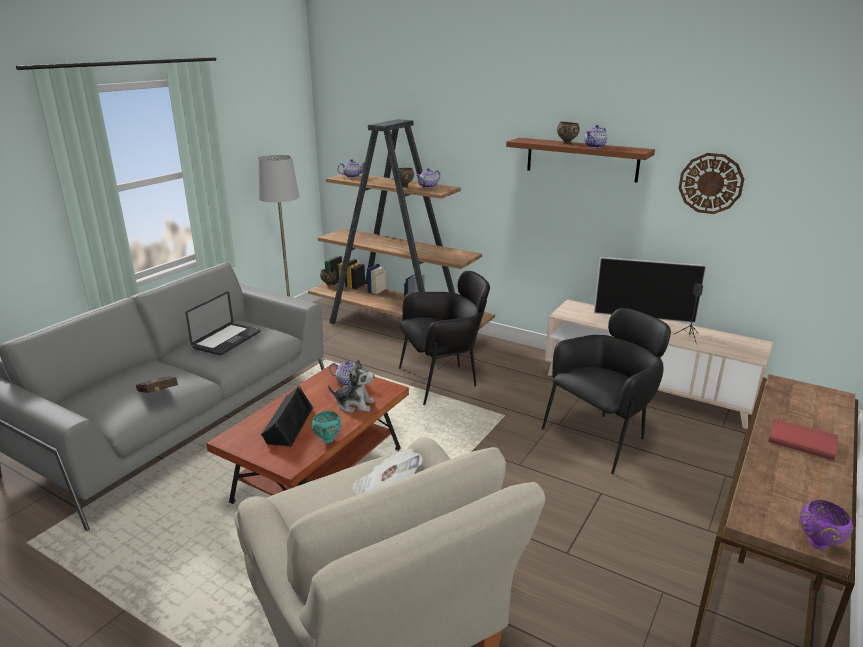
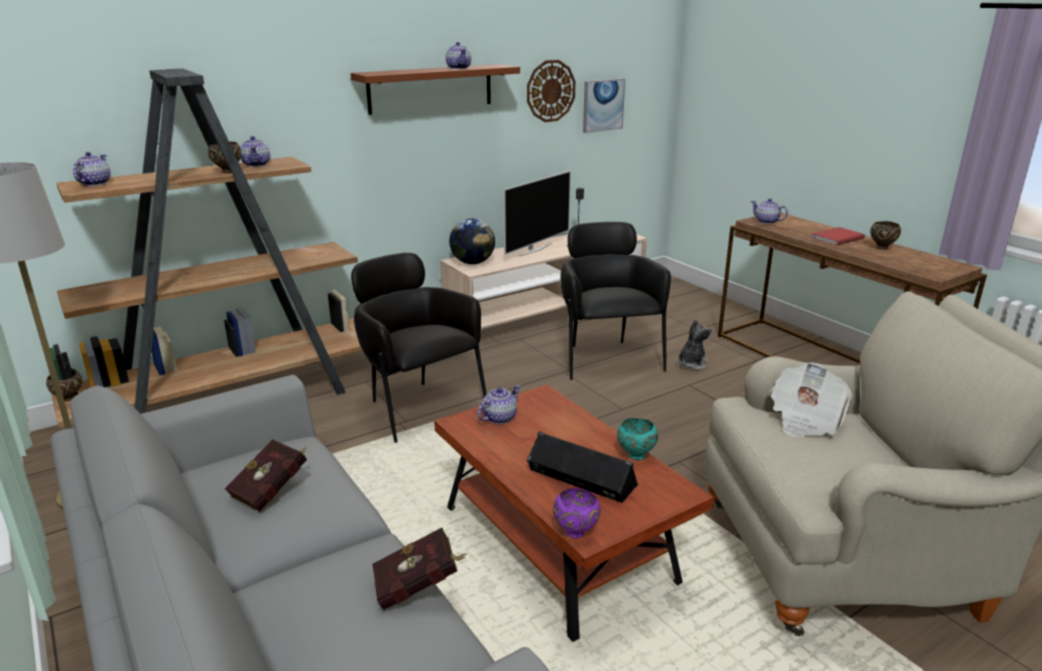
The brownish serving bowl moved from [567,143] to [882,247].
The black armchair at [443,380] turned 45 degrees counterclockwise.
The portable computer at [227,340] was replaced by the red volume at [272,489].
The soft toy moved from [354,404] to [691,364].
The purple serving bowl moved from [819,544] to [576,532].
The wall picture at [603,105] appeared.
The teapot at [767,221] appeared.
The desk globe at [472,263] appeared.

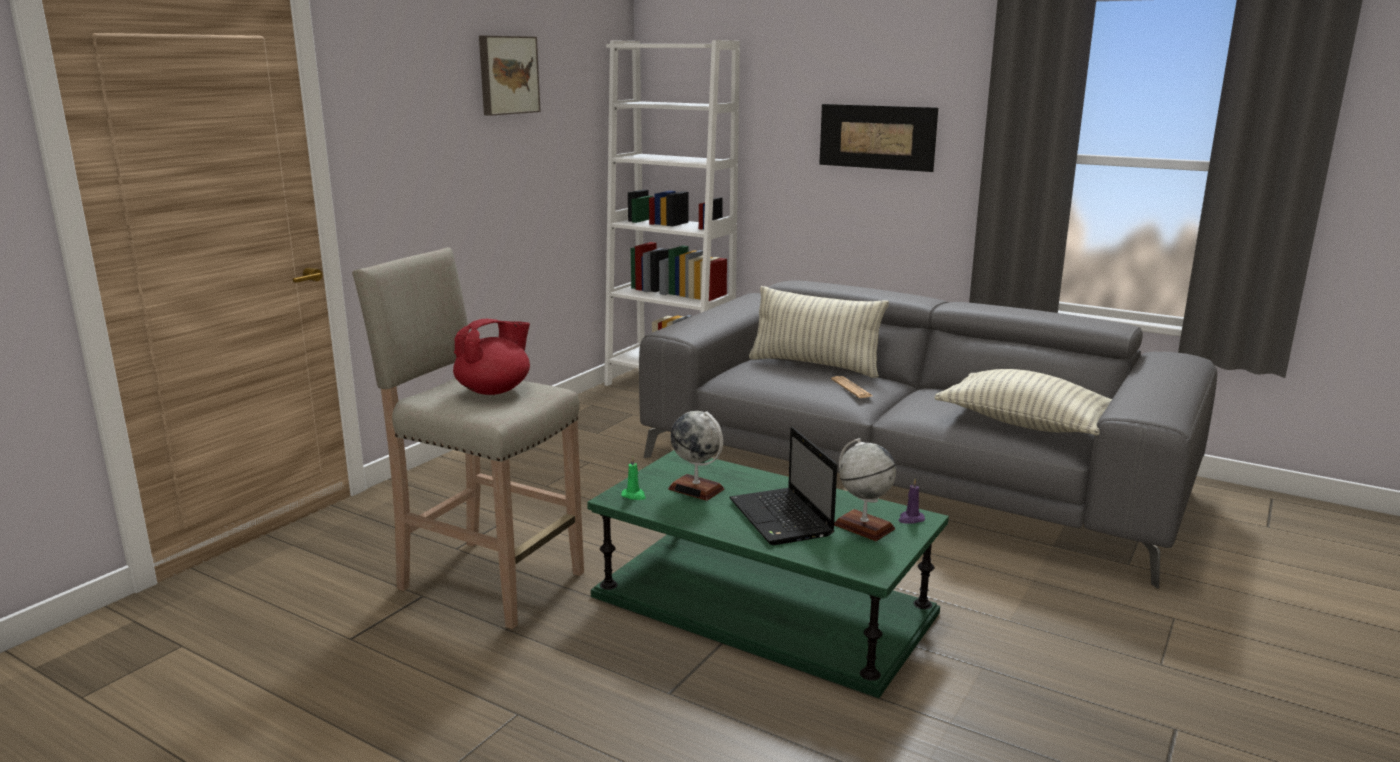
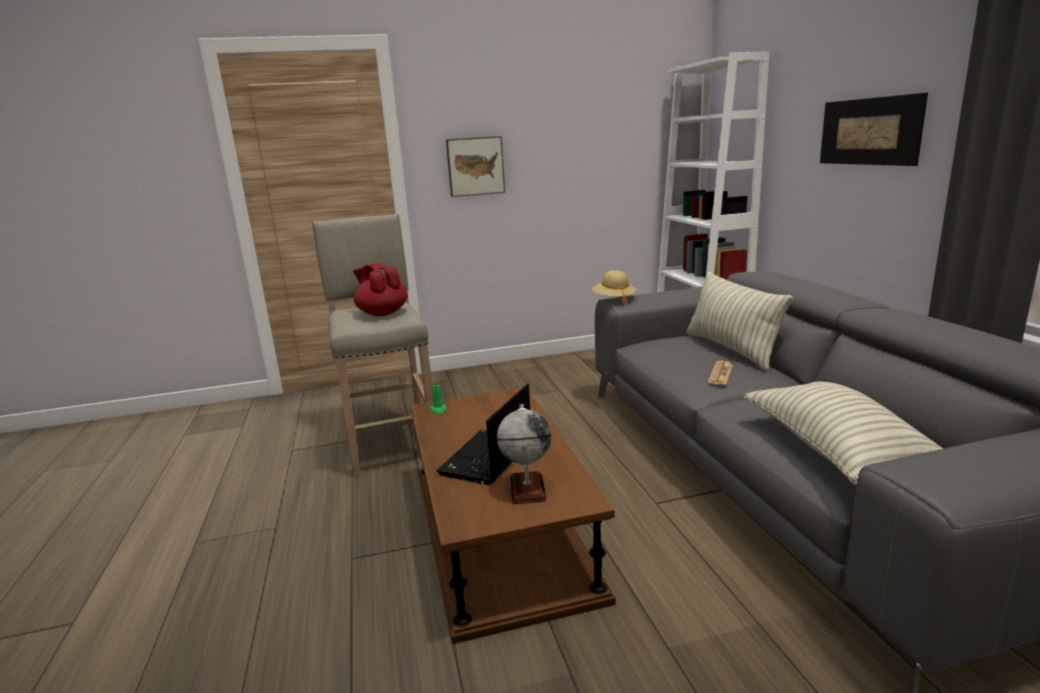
The wall picture moved from [507,75] to [475,166].
The red teapot at [495,390] turned 135 degrees counterclockwise.
The desk globe at [696,489] disappeared.
The green coffee table at [764,605] became the brownish coffee table at [501,529].
The purple candle at [910,519] disappeared.
The beige clothing hat at [613,300] appeared.

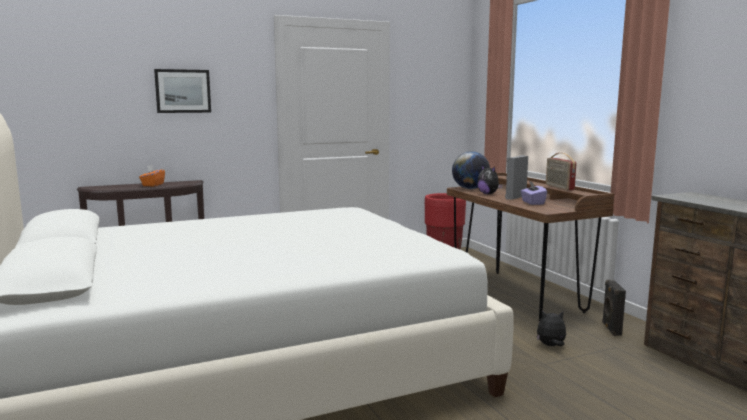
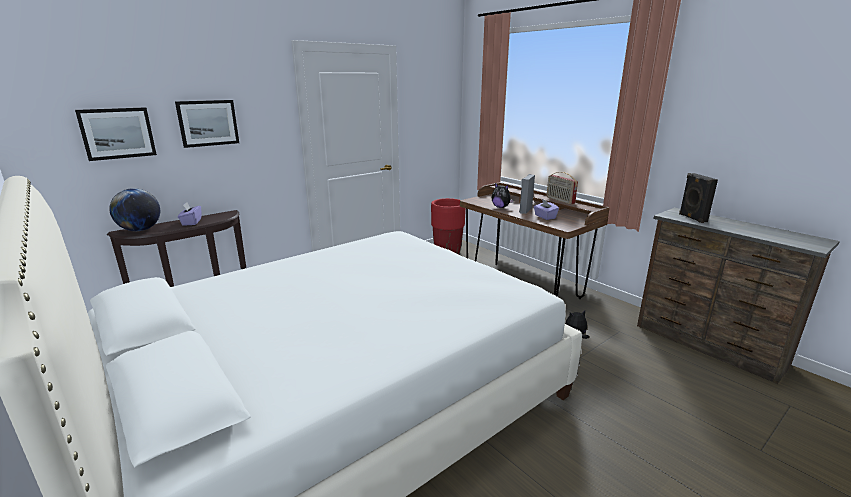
The desk globe moved from [470,189] to [140,230].
The orangey tissue box at [153,185] became the purple tissue box at [191,222].
The black audio speaker moved from [610,329] to [692,218].
The wall picture at [117,133] appeared.

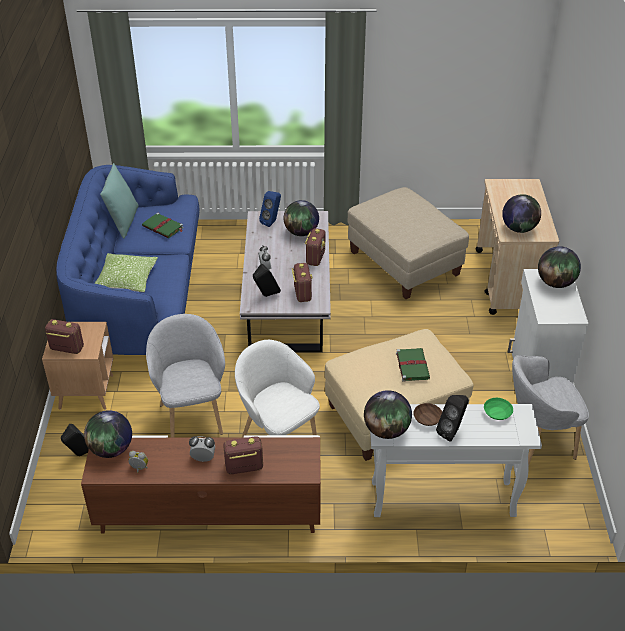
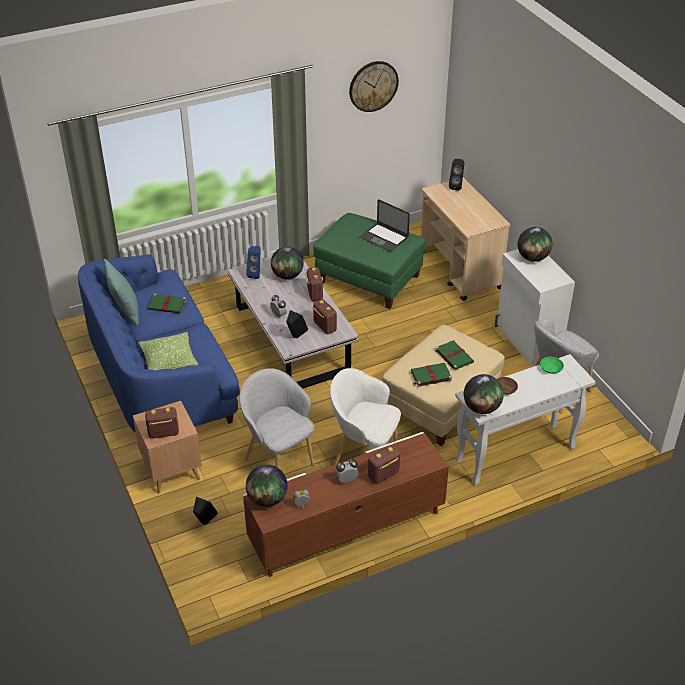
The beige pouffe at [404,264] became the green pouffe at [369,280].
The desk globe at [518,228] disappeared.
The black audio speaker moved from [452,431] to [456,186].
The wall clock at [373,86] appeared.
The portable computer at [384,237] appeared.
The green volume at [430,376] appeared.

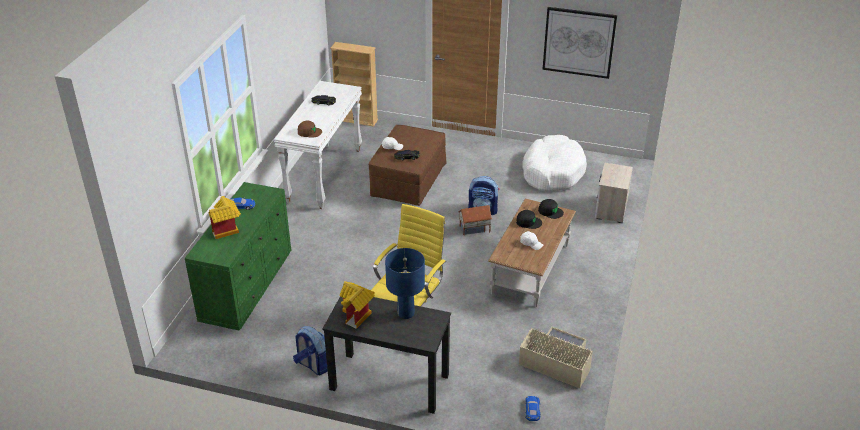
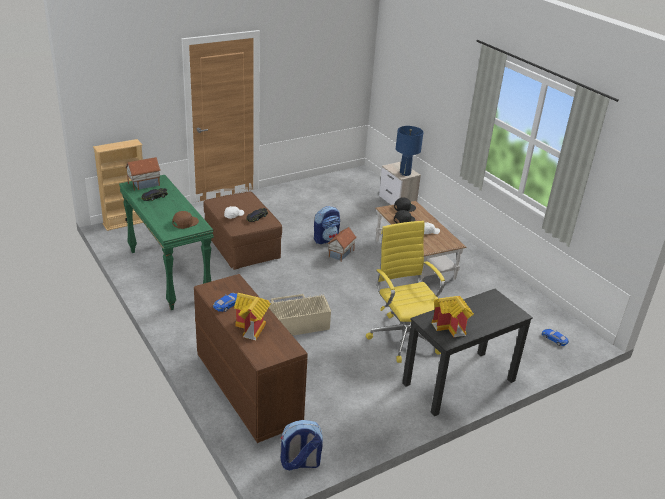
The wall picture at [579,42] disappeared.
The white-coloured hall table at [324,175] became the green hall table at [168,274].
The white-coloured pet bed at [552,172] disappeared.
The green chest of drawers at [247,286] became the brownish chest of drawers at [247,389].
The blue lamp for a table moved from [406,313] to [405,173].
The backpack moved from [312,365] to [300,463].
The beige storage container moved from [556,362] to [294,322].
The toy house at [143,184] appeared.

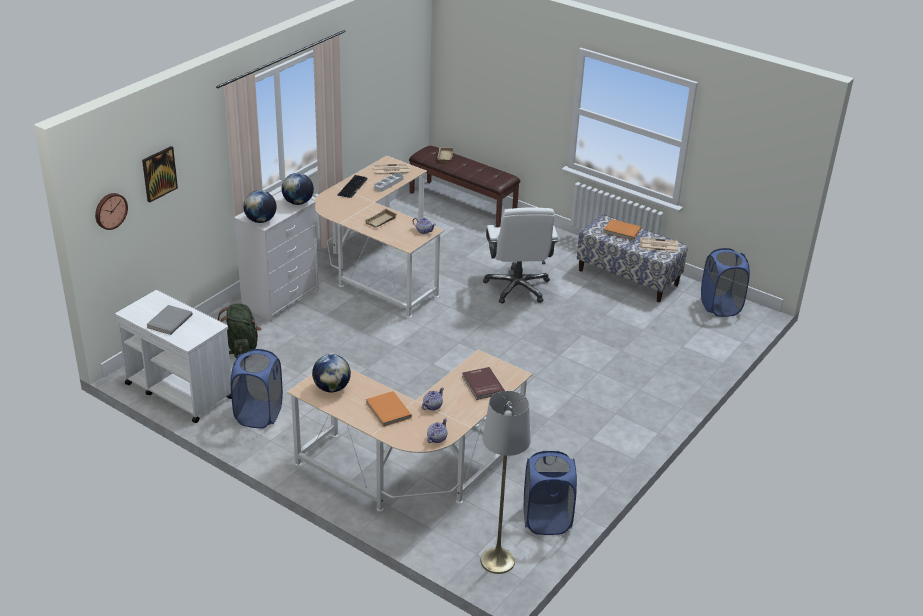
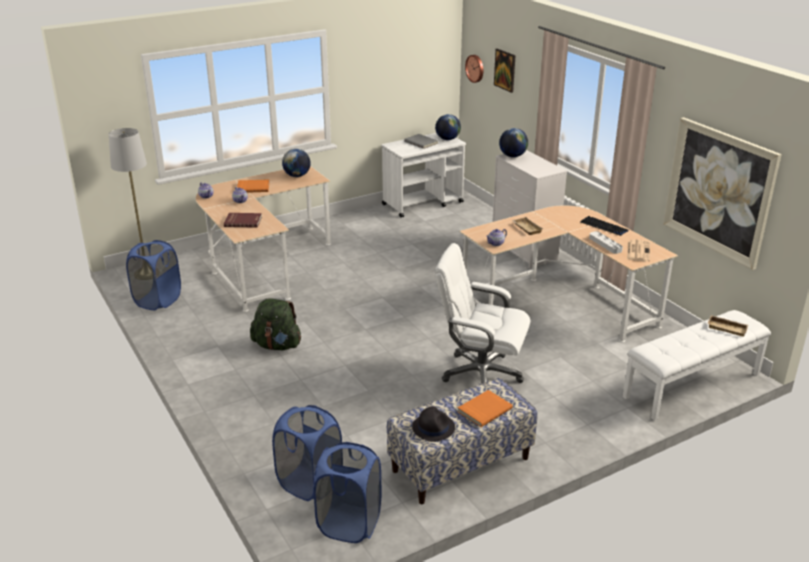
The brownish indoor bench at [463,203] became the white-coloured indoor bench at [692,386].
The desk globe moved from [298,202] to [447,139].
The newspaper at [658,245] was replaced by the black clothing hat at [433,427].
The green backpack moved from [241,349] to [277,345].
The blue laundry basket moved from [259,414] to [310,483].
The wall picture at [719,191] appeared.

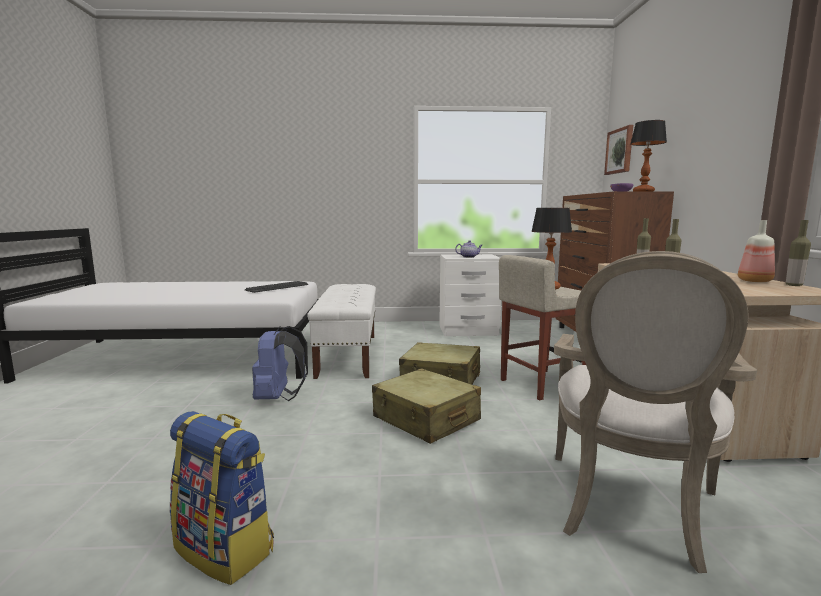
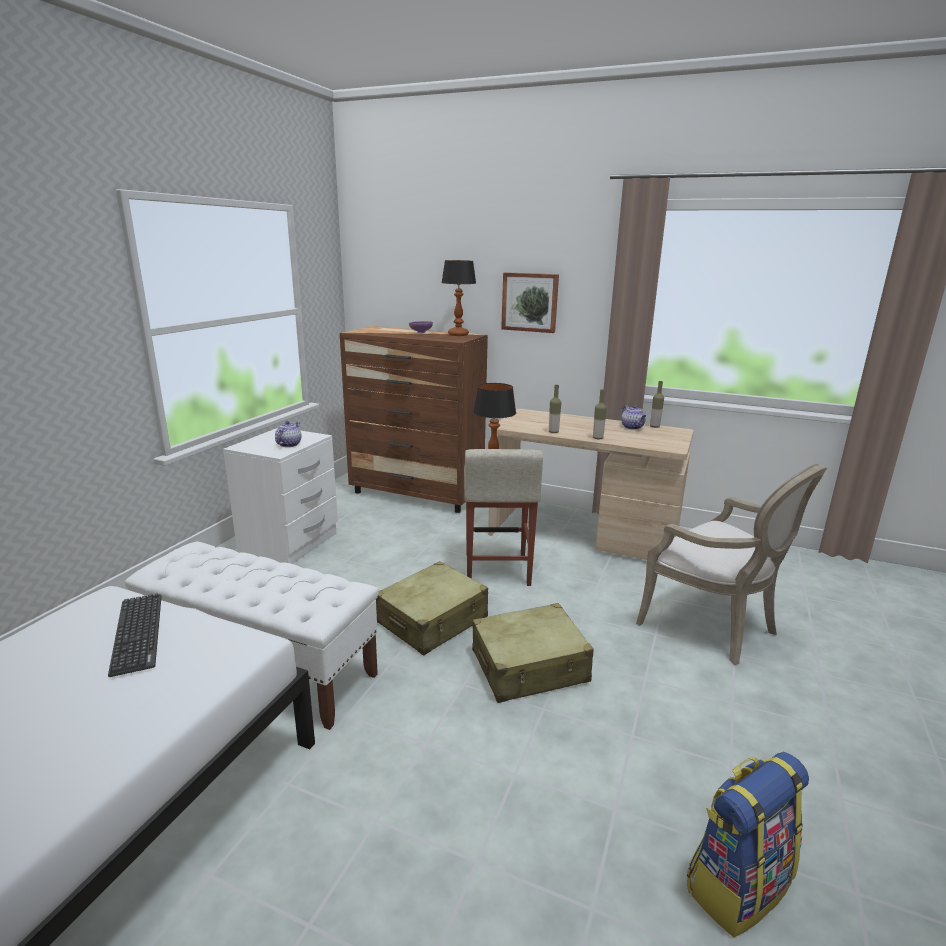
The wall picture moved from [620,151] to [530,302].
The drink bottle at [755,281] was replaced by the teapot at [633,427].
The blue backpack at [279,398] disappeared.

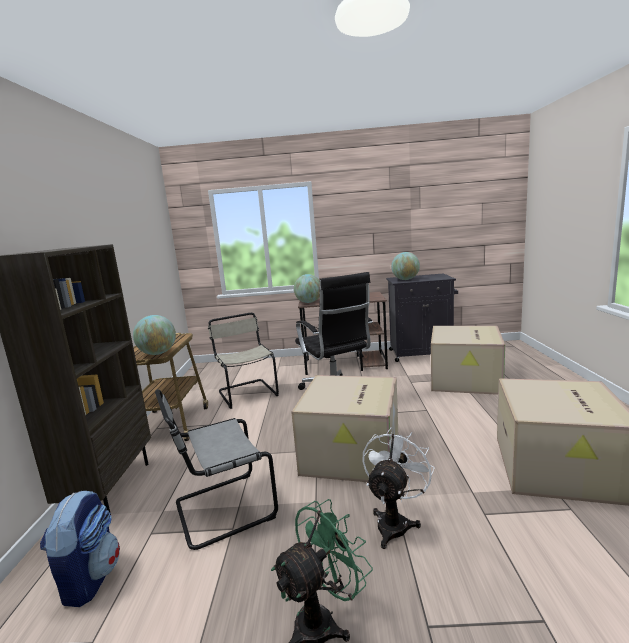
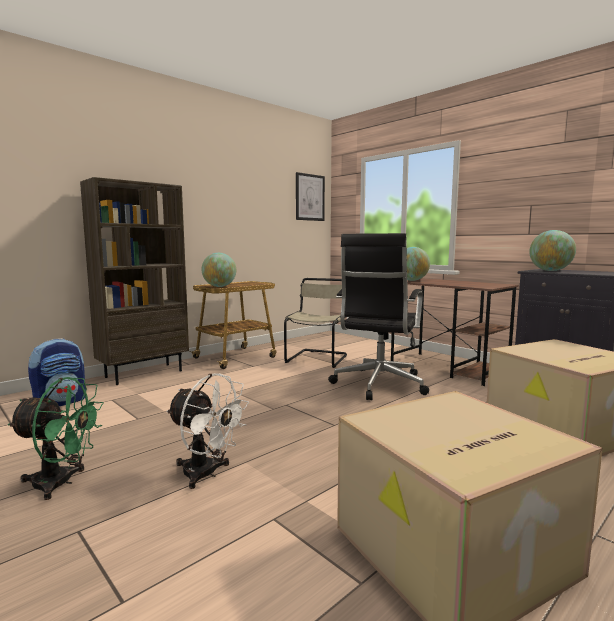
The cardboard box at [352,454] disappeared.
The greyish plain chair at [221,510] disappeared.
The white-coloured cooling fan at [395,522] turned 45 degrees clockwise.
The wall picture at [309,197] appeared.

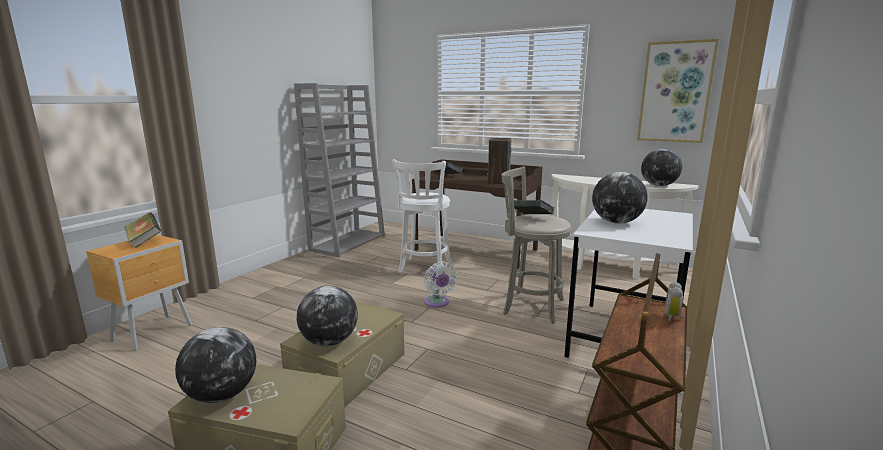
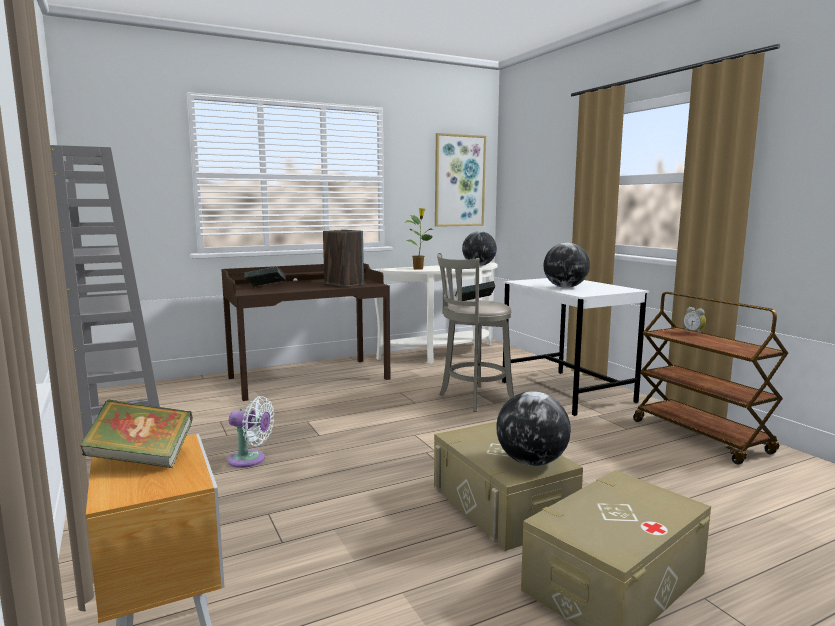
The white-coloured sitting stool at [424,268] disappeared.
The white-coloured cooling fan moved from [437,303] to [250,460].
The desk globe at [221,395] disappeared.
The potted plant at [419,269] appeared.

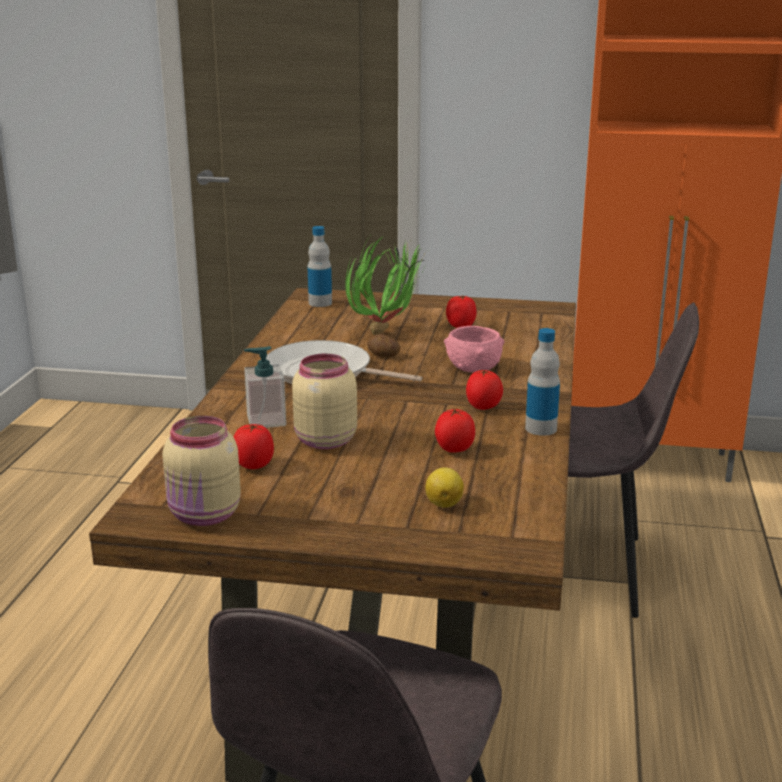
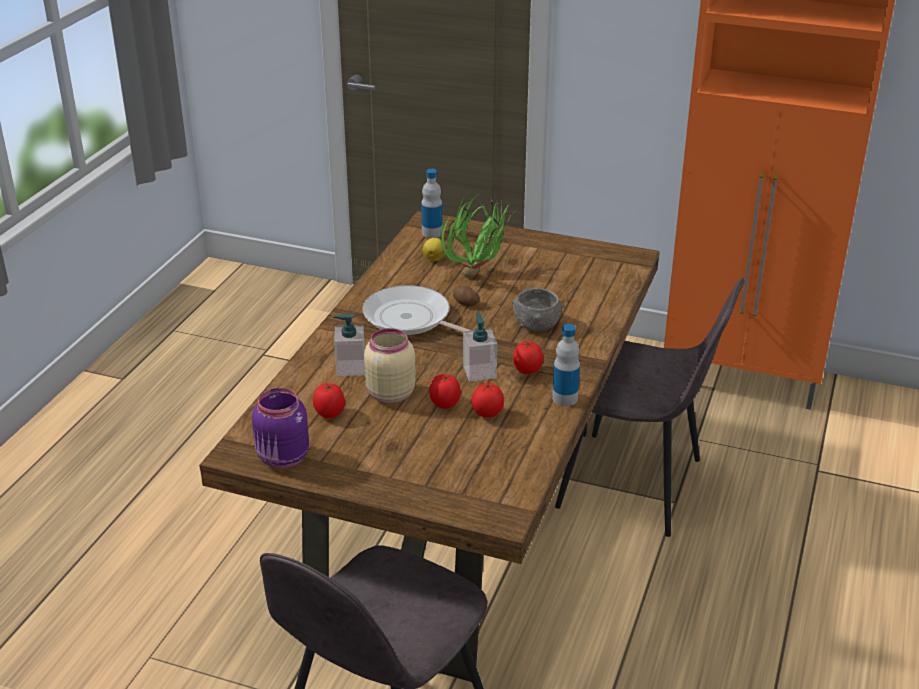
The whole tomato moved from [460,326] to [444,404].
The pink serving bowl at [473,367] became the greyish serving bowl at [536,324].
The beige storage jar at [205,516] became the purple storage jar at [283,458].
The whole lemon moved from [444,503] to [434,258].
The soap dispenser at [479,372] appeared.

